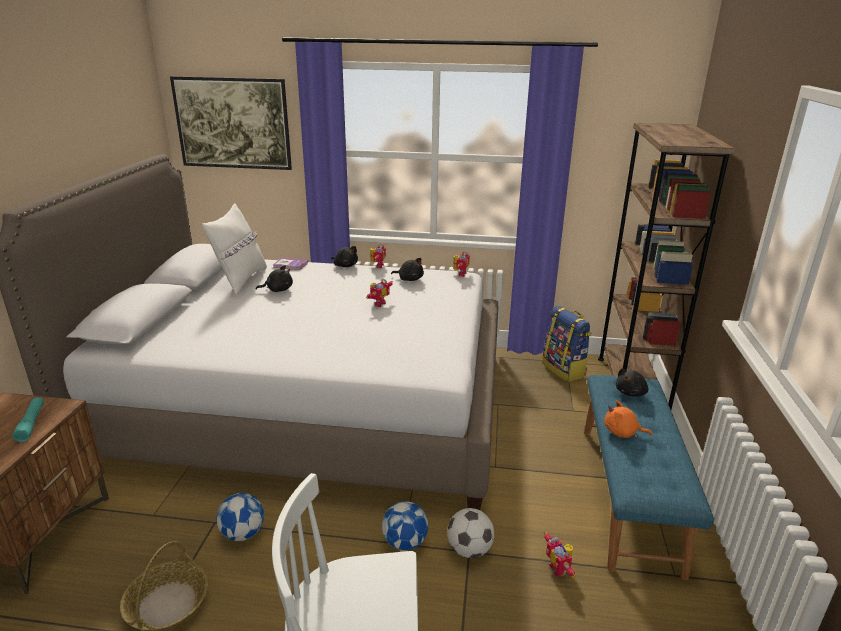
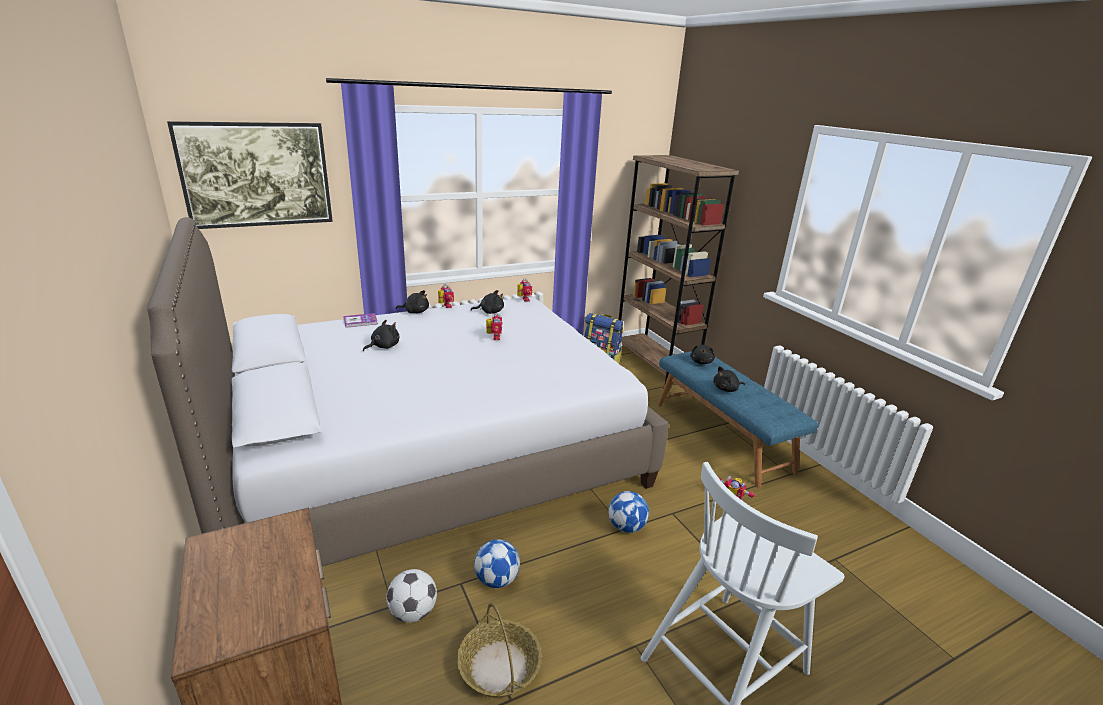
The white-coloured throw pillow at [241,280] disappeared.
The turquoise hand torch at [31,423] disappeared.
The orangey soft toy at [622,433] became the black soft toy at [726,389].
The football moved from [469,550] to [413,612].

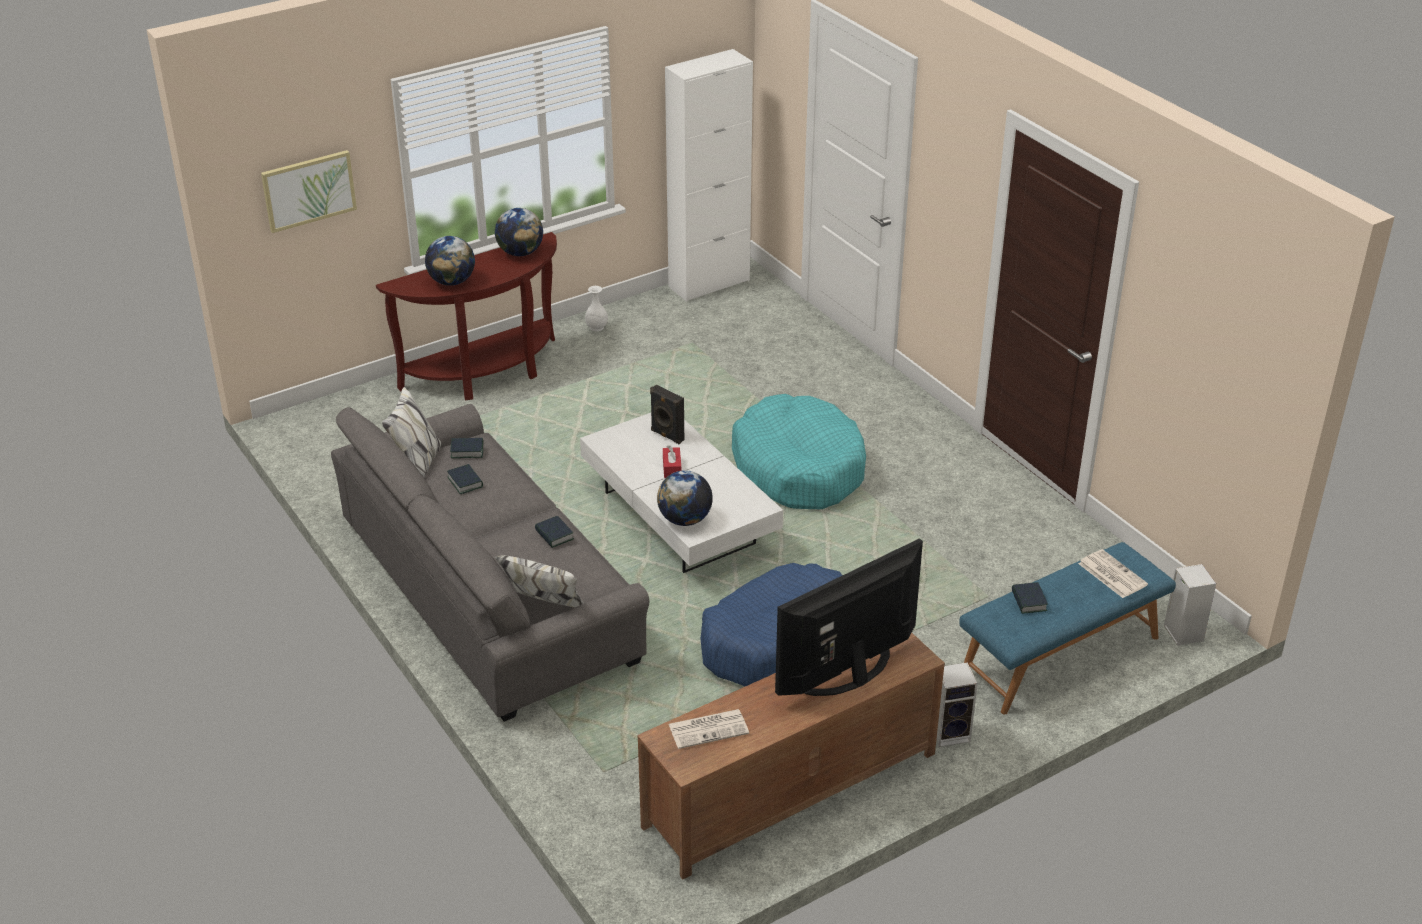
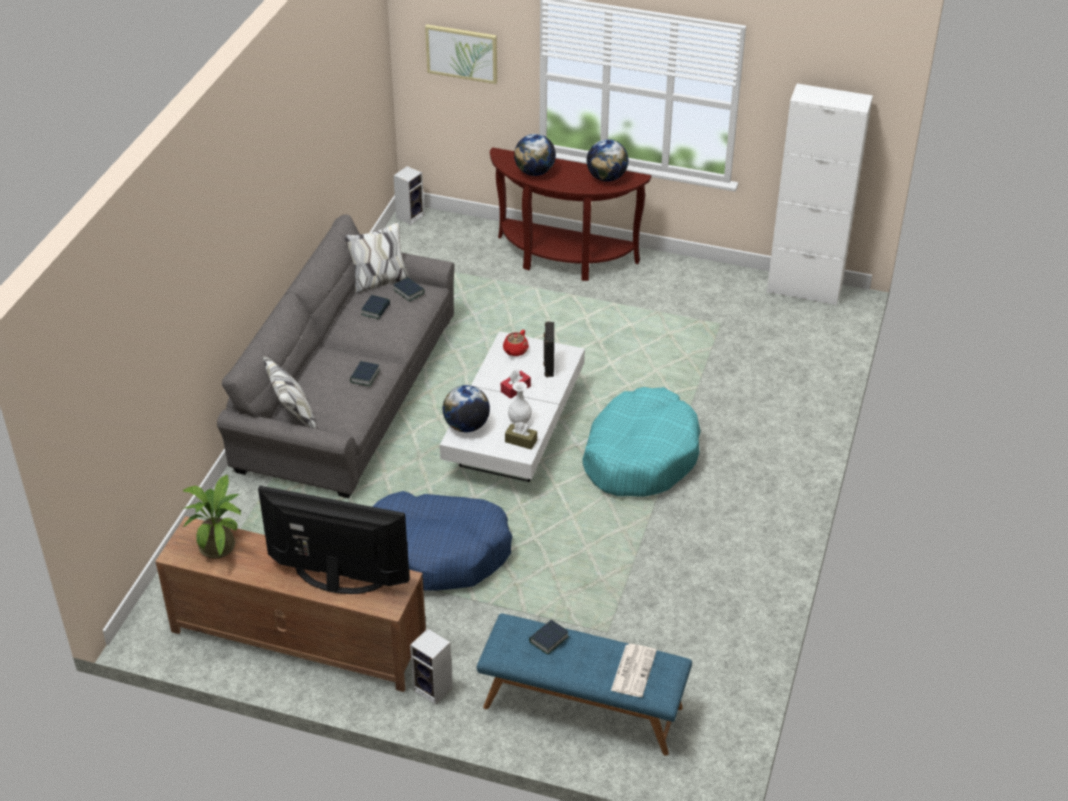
The white-coloured vase moved from [596,327] to [519,421].
The audio speaker moved from [1182,632] to [410,216].
The newspaper at [709,728] was replaced by the potted plant at [220,544].
The red teapot at [515,351] appeared.
The brownish tissue box at [521,441] appeared.

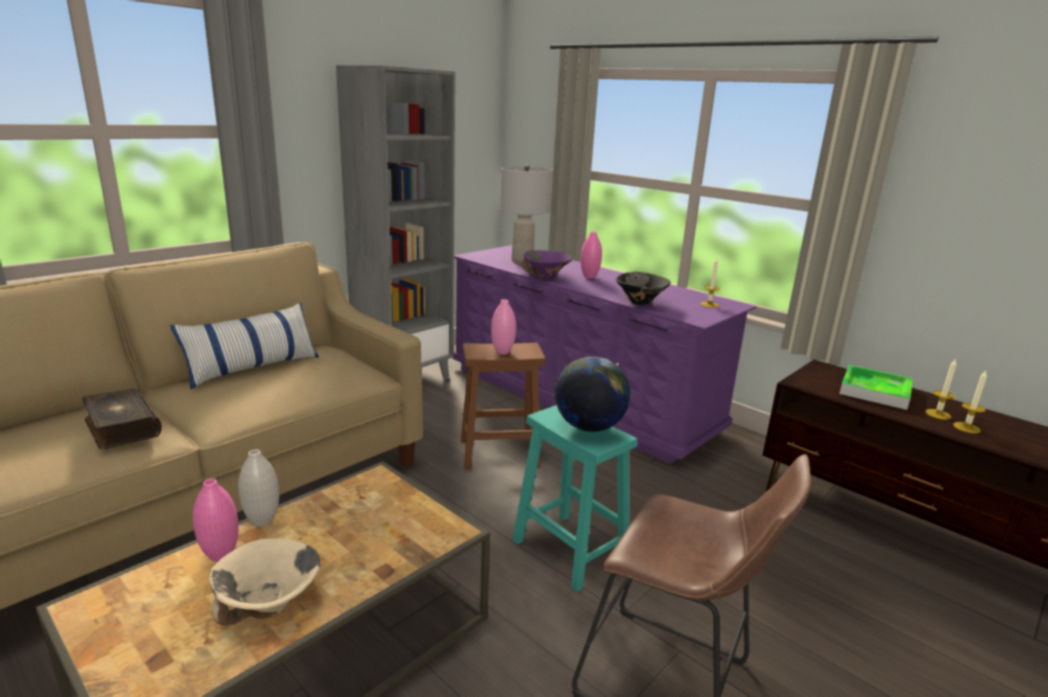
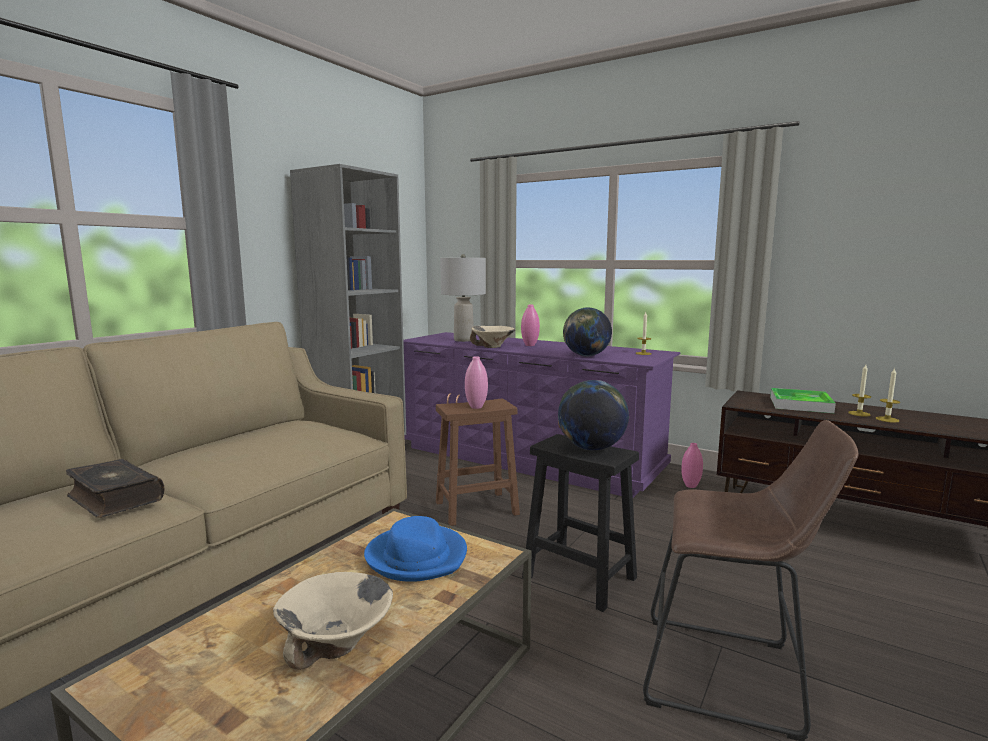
The purple serving bowl at [546,276] became the beige serving bowl at [492,347].
The black serving bowl at [640,302] was replaced by the desk globe at [586,356].
The throw pillow at [252,368] disappeared.
The turquoise sitting stool at [571,551] became the black sitting stool at [581,578].
The white-coloured vase at [262,521] disappeared.
The pink vase moved from [221,555] to [690,486].
The blue clothing hat at [417,556] appeared.

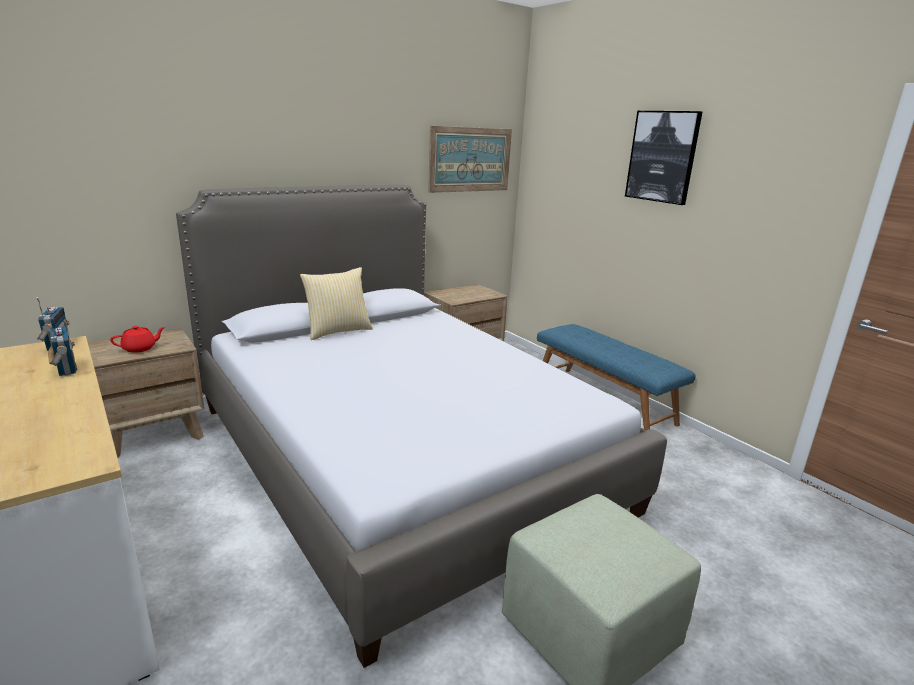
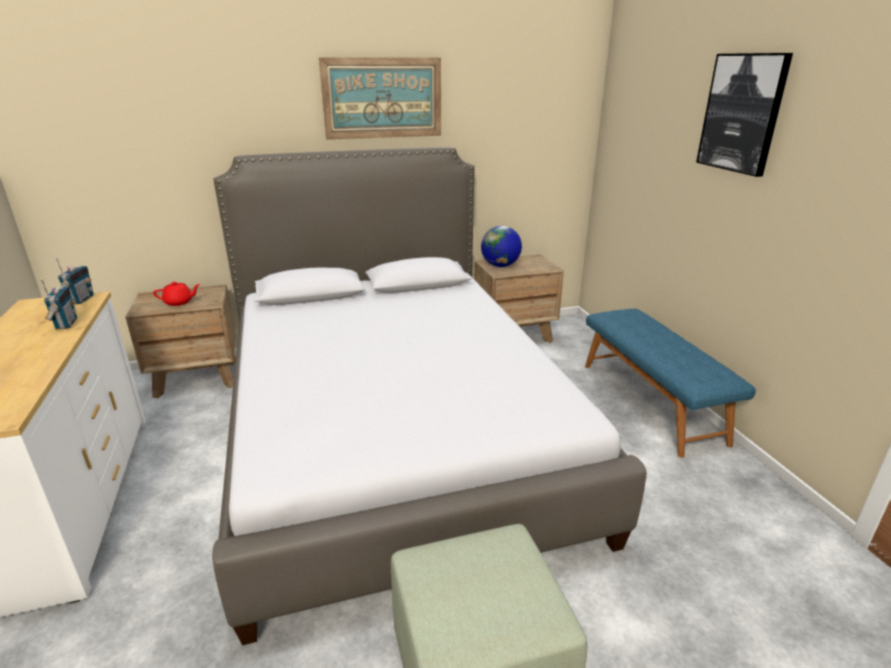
The wall picture moved from [470,159] to [383,98].
The throw pillow at [337,331] disappeared.
The desk globe at [500,265] appeared.

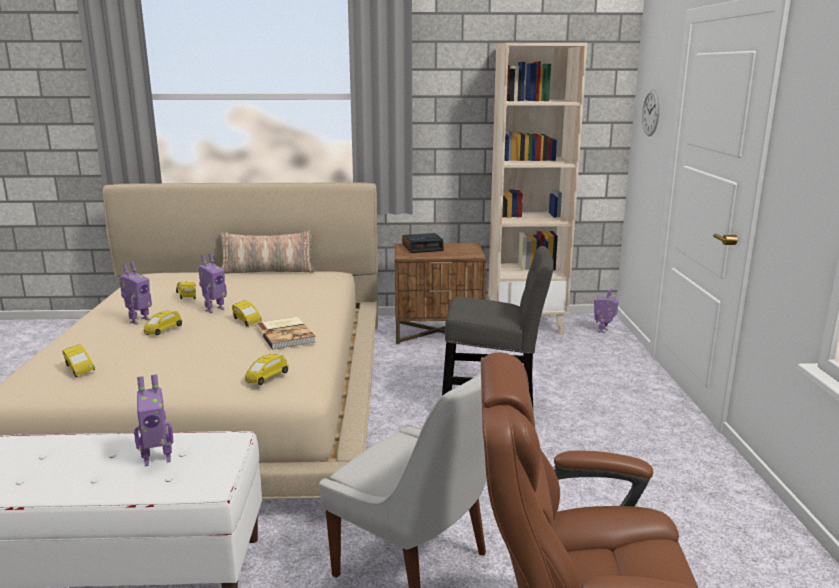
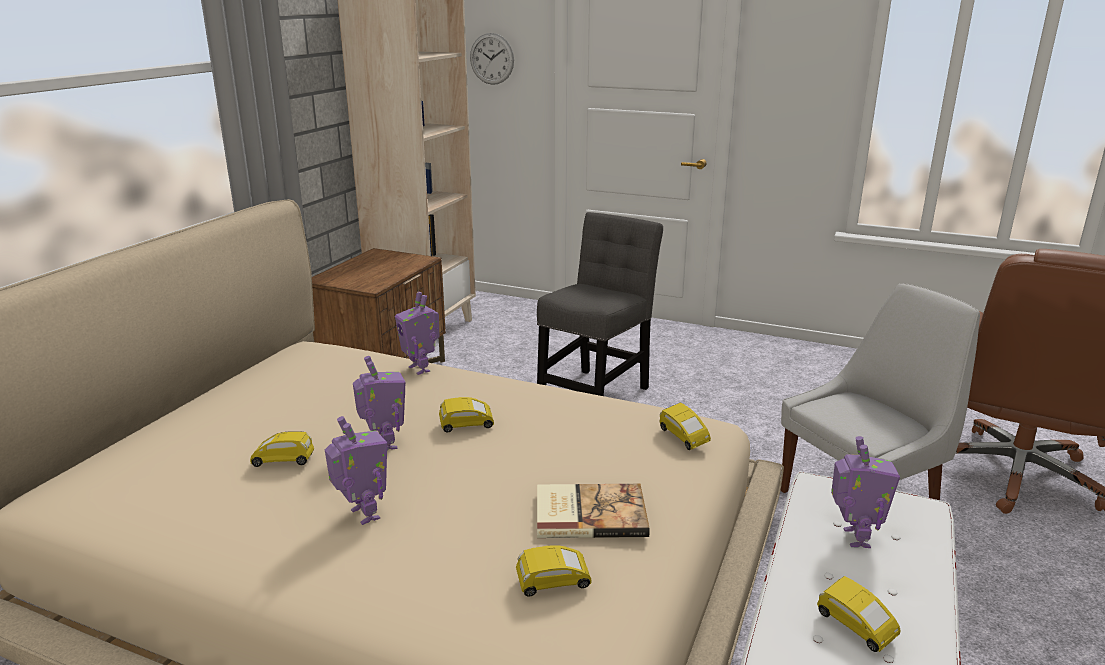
The throw pillow at [267,271] disappeared.
The table clock at [423,248] disappeared.
The model robot moved from [603,331] to [420,369].
The yellowish miniature car moved from [163,331] to [854,627].
The volume moved from [286,335] to [589,513].

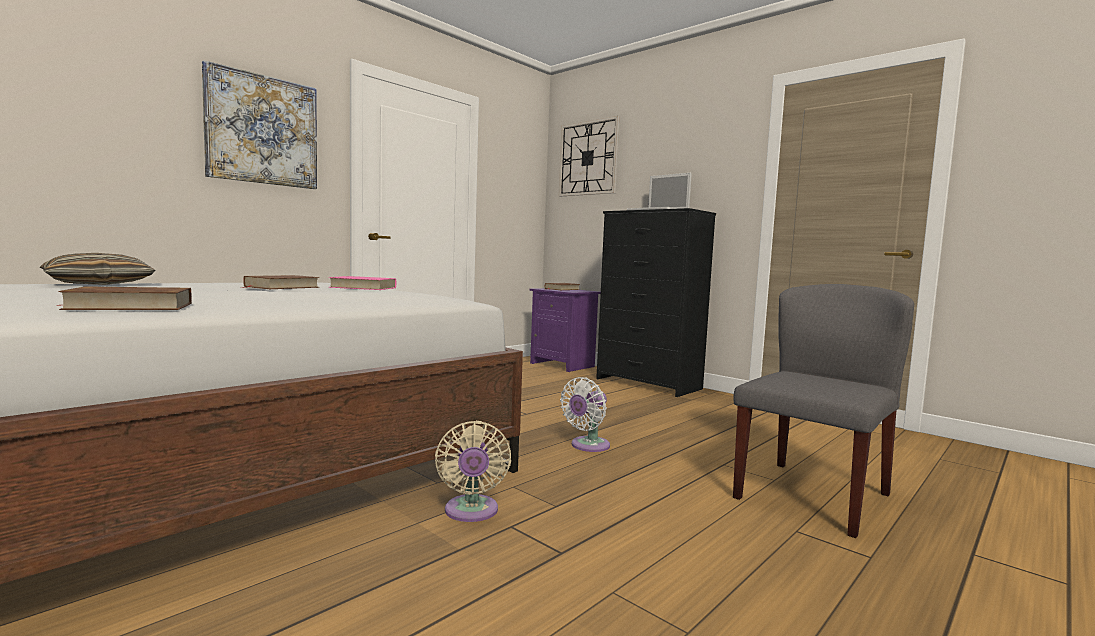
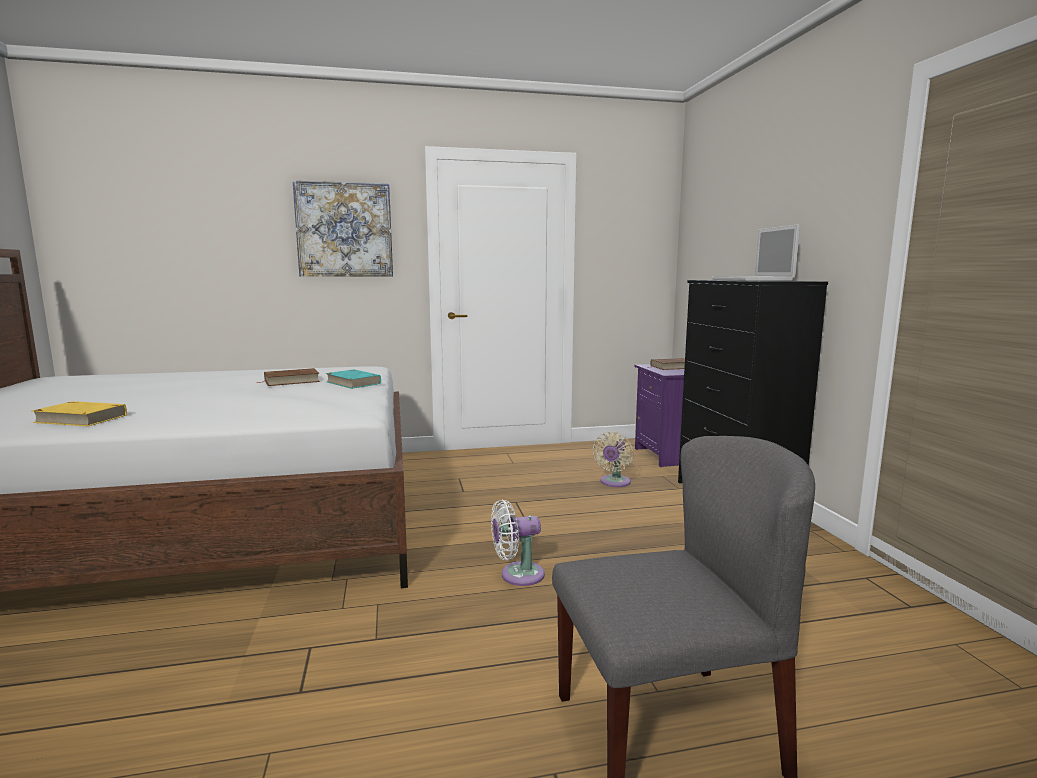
The wall clock at [588,158] disappeared.
The throw pillow at [98,283] disappeared.
The pink volume at [363,287] became the turquoise volume at [353,383].
The brownish volume at [130,306] became the yellowish volume at [81,419].
The beige cooling fan moved from [471,512] to [614,483].

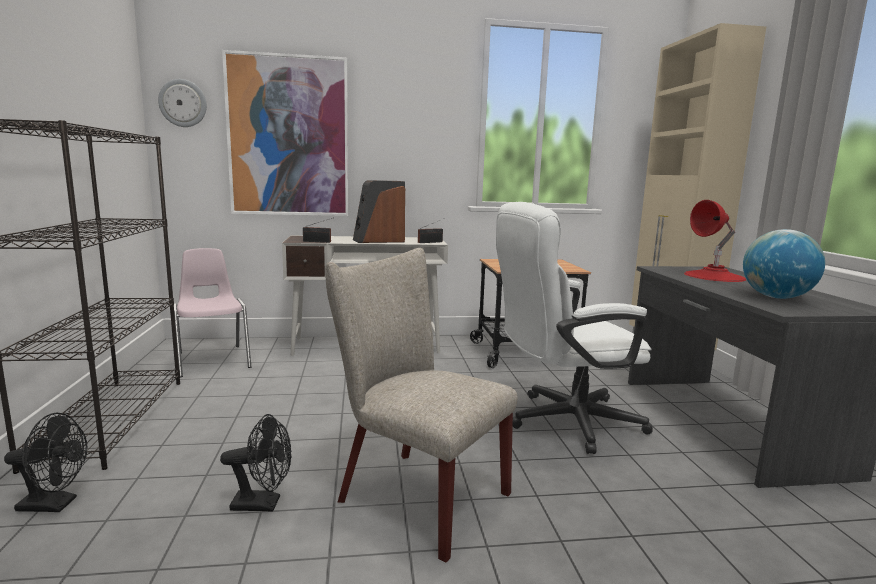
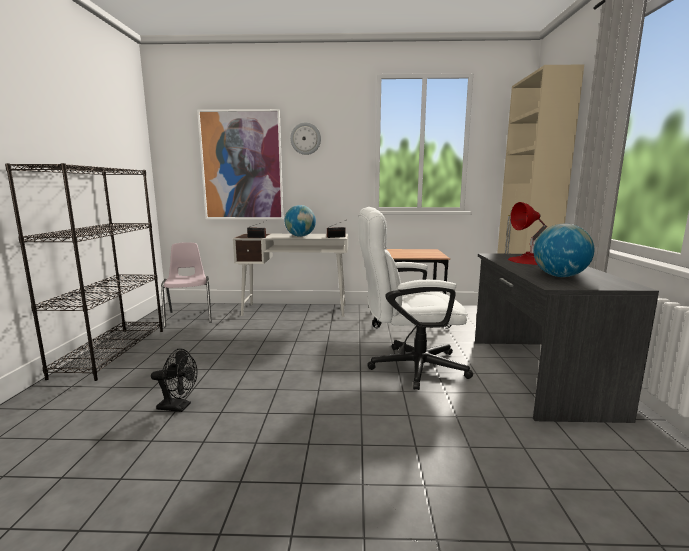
The wall clock moved from [183,103] to [305,138].
The audio speaker at [379,240] was replaced by the desk globe at [300,236].
The beige plain chair at [414,494] disappeared.
The black cooling fan at [55,504] disappeared.

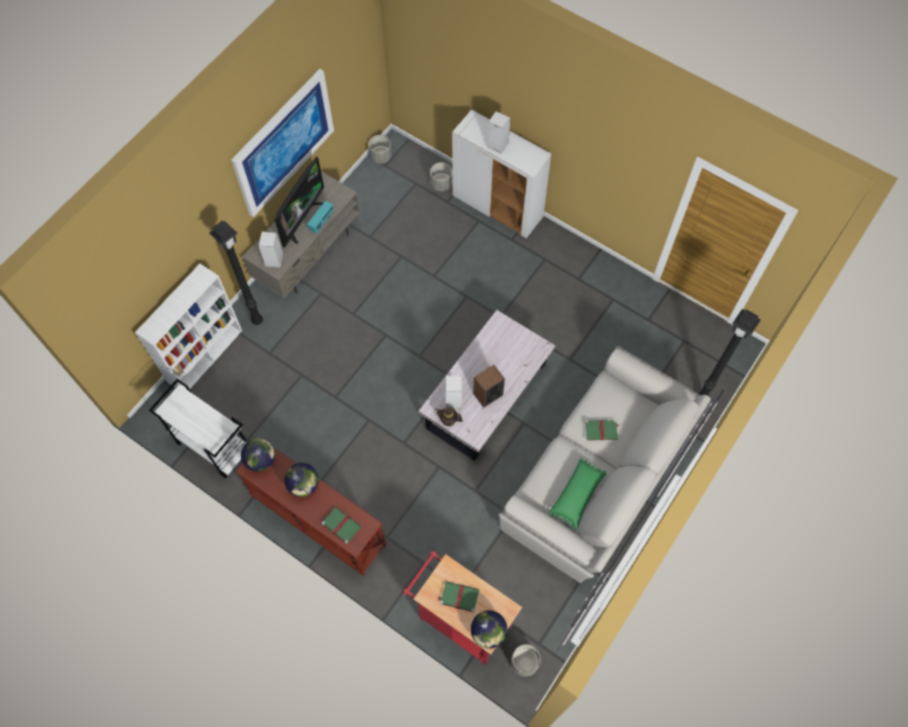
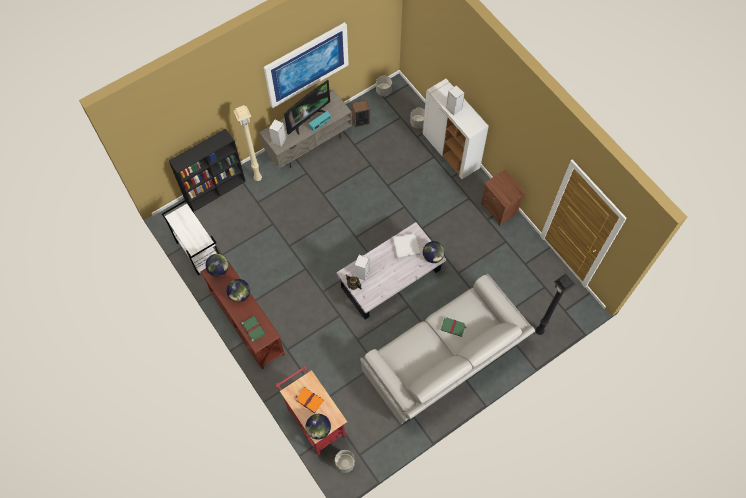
The black floor lamp at [258,321] became the beige floor lamp at [258,178].
The white-coloured bookshelf at [206,355] became the black bookshelf at [216,190].
The audio speaker moved from [487,394] to [360,120].
The green throw pillow at [577,495] disappeared.
The green volume at [459,597] became the orangey volume at [309,400].
The brownish nightstand at [499,209] appeared.
The white-coloured carrying tray at [406,246] appeared.
The desk globe at [433,256] appeared.

